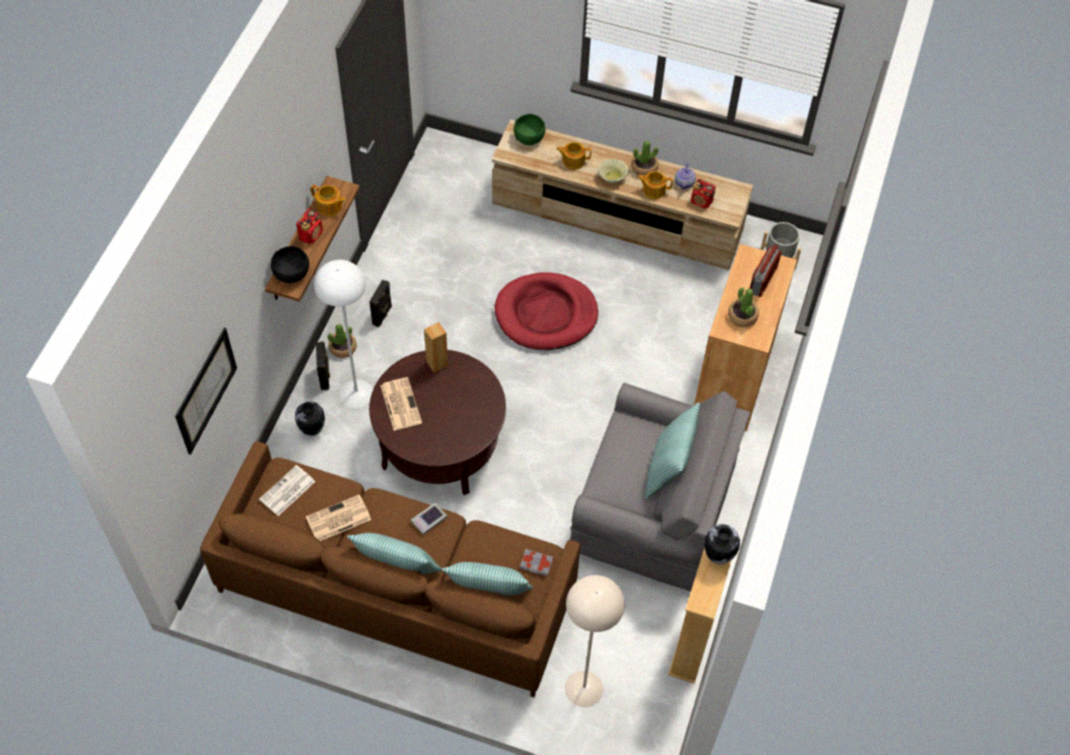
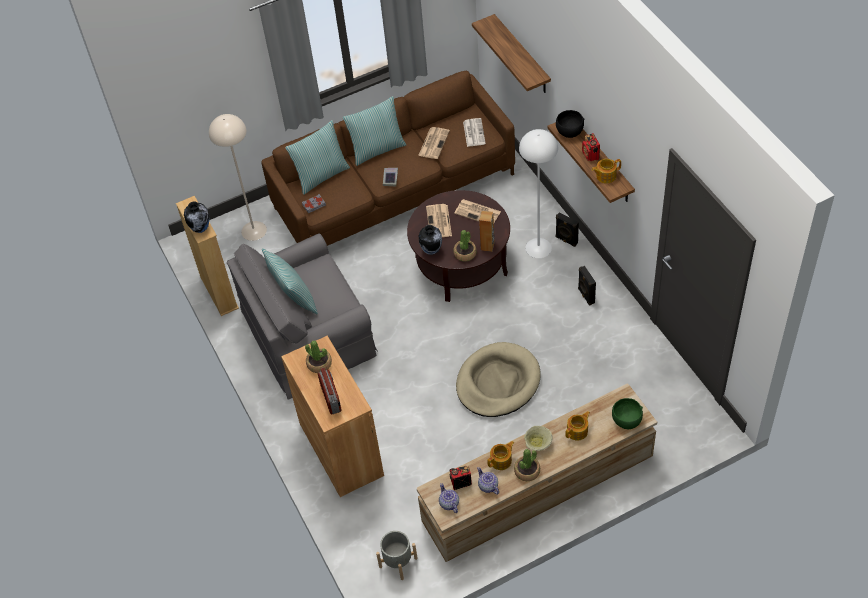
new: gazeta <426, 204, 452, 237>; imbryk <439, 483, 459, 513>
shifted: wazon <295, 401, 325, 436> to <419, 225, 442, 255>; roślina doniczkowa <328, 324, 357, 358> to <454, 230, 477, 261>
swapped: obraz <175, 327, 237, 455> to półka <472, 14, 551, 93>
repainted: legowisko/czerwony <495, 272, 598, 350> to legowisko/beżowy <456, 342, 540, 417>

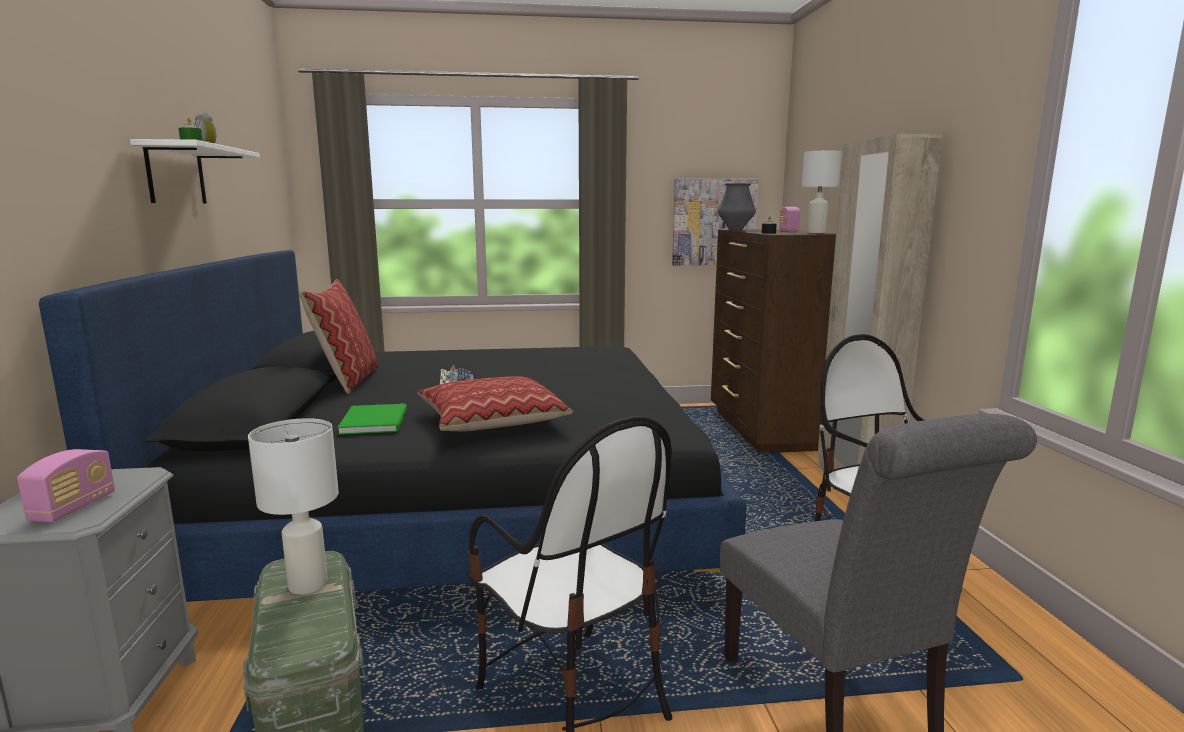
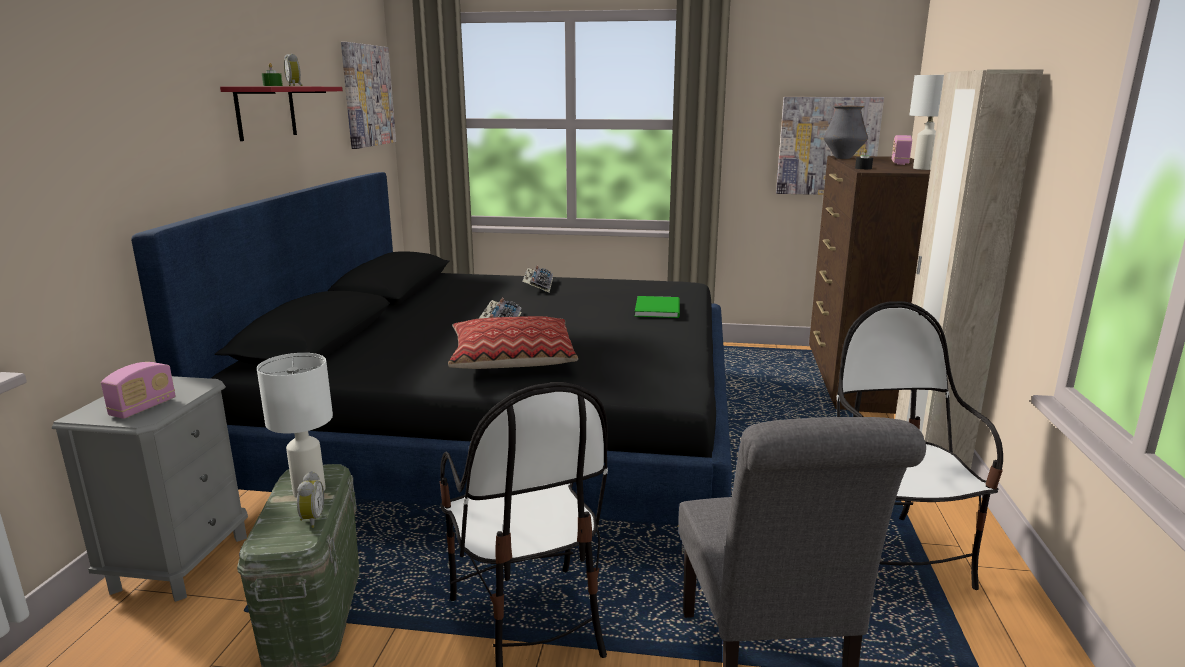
gone: poduszka <299, 279, 378, 394>
new: budzik <297, 471, 324, 528>; obraz <341, 42, 396, 149>; klawiatura <522, 266, 553, 292>
shifted: książka/zielony <337, 404, 407, 435> to <635, 296, 680, 318>
repainted: półka/biały <130, 139, 260, 204> to półka/czerwony <220, 87, 343, 141>

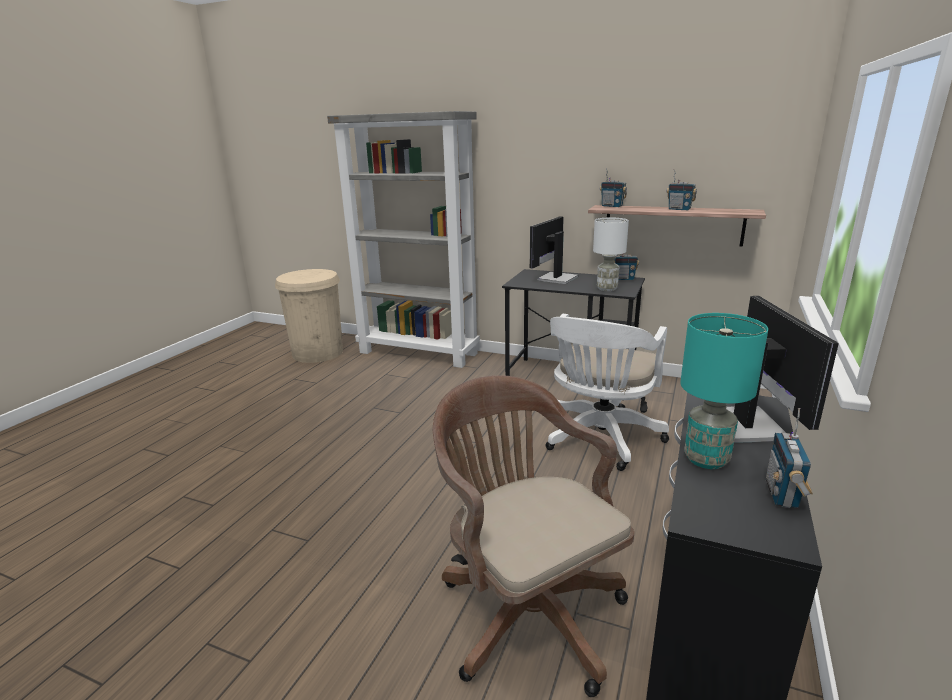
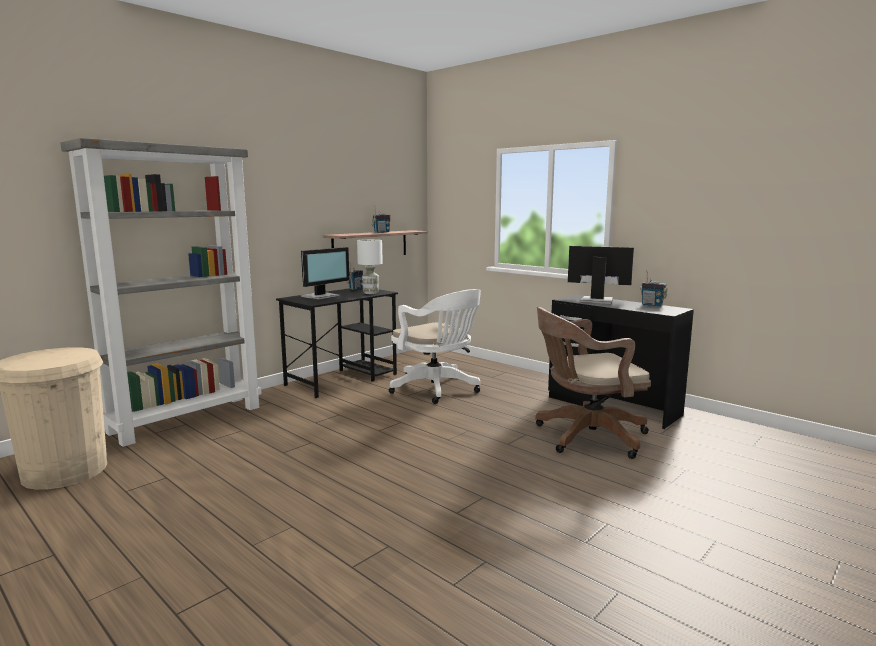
gone: radio <600, 168, 627, 207>; lampa stołowa/turkusowy <680, 313, 768, 469>
rotated: monitor <530, 216, 578, 284> = <301, 247, 350, 300> 105 degrees counterclockwise

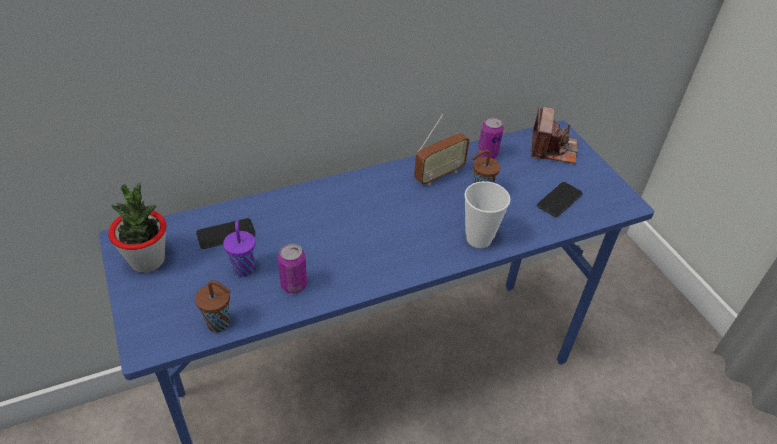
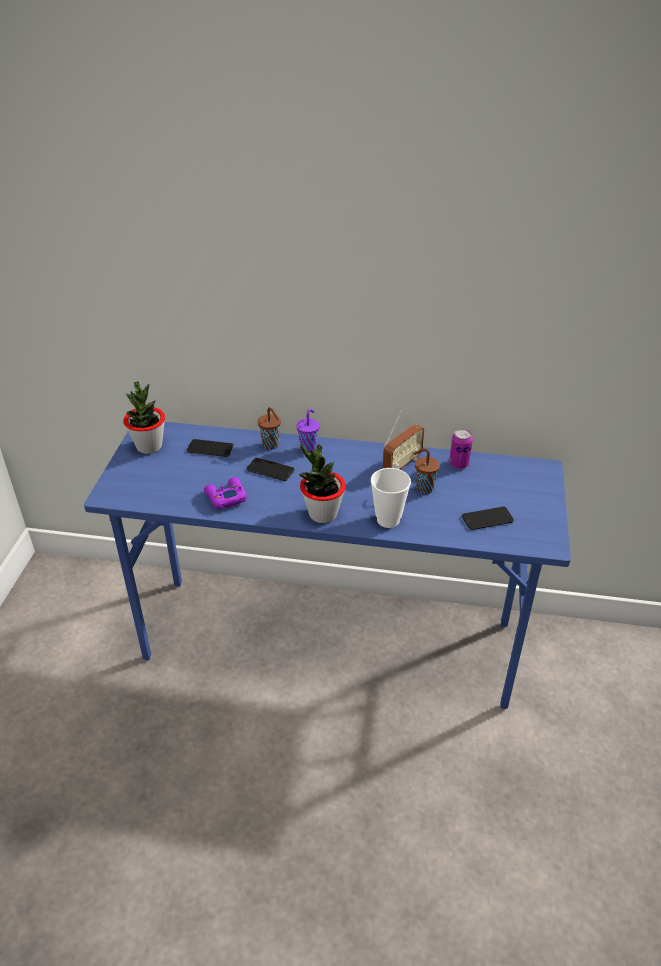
gone: aparat fotograficzny <531, 107, 578, 164>
new: telefon <247, 458, 295, 481>; roślina doniczkowa <299, 444, 346, 523>
shifted: filiżanka/brązowy <195, 280, 231, 333> to <258, 407, 281, 450>; filiżanka/fioletowy <223, 220, 255, 277> to <296, 408, 320, 453>
swapped: puszka <278, 243, 307, 293> to pad do gier/fioletowy <204, 477, 247, 509>
rotated: radio <414, 114, 470, 186> = <383, 409, 425, 469> 45 degrees counterclockwise

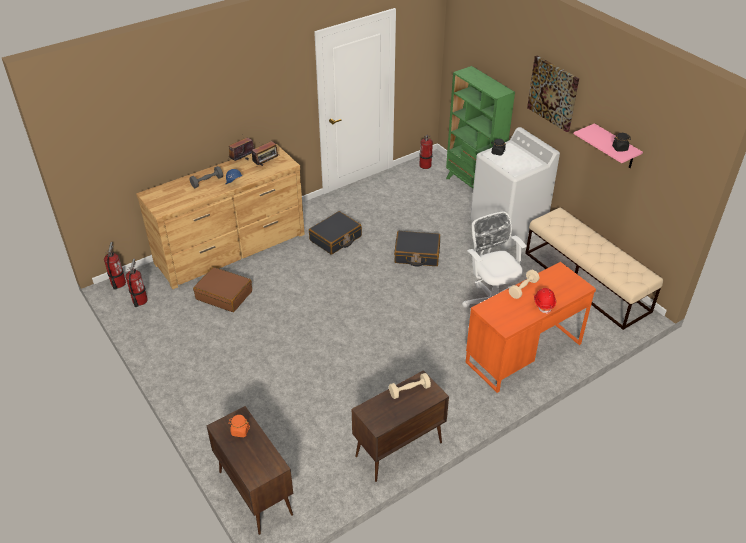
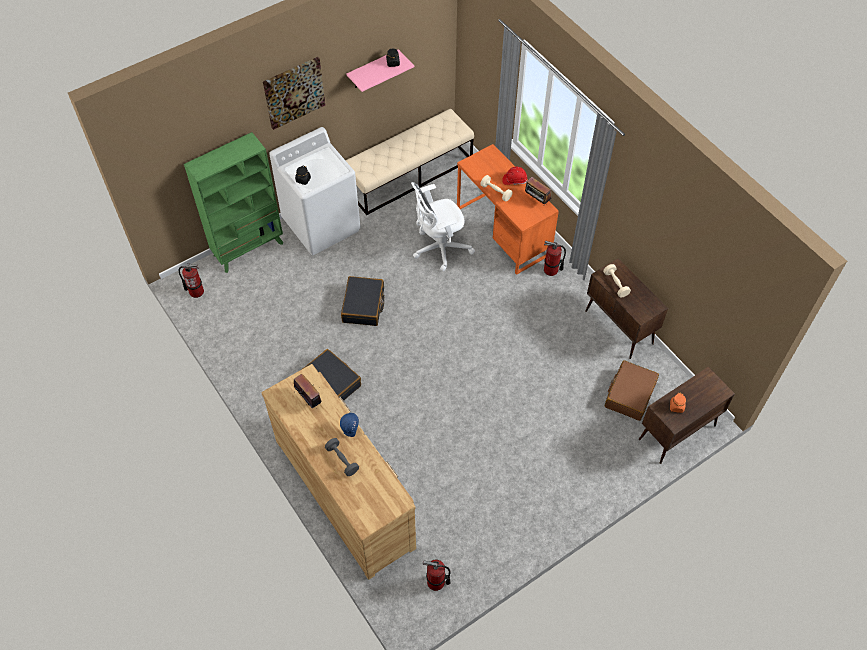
shifted: radio <229, 137, 254, 161> to <525, 177, 551, 205>; gaśnica <104, 242, 126, 290> to <544, 241, 566, 276>; walizka/brązowy <193, 267, 252, 312> to <605, 360, 659, 421>

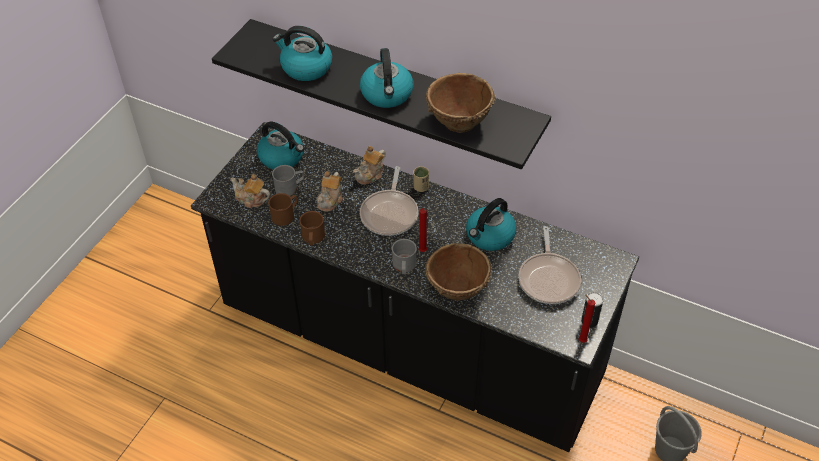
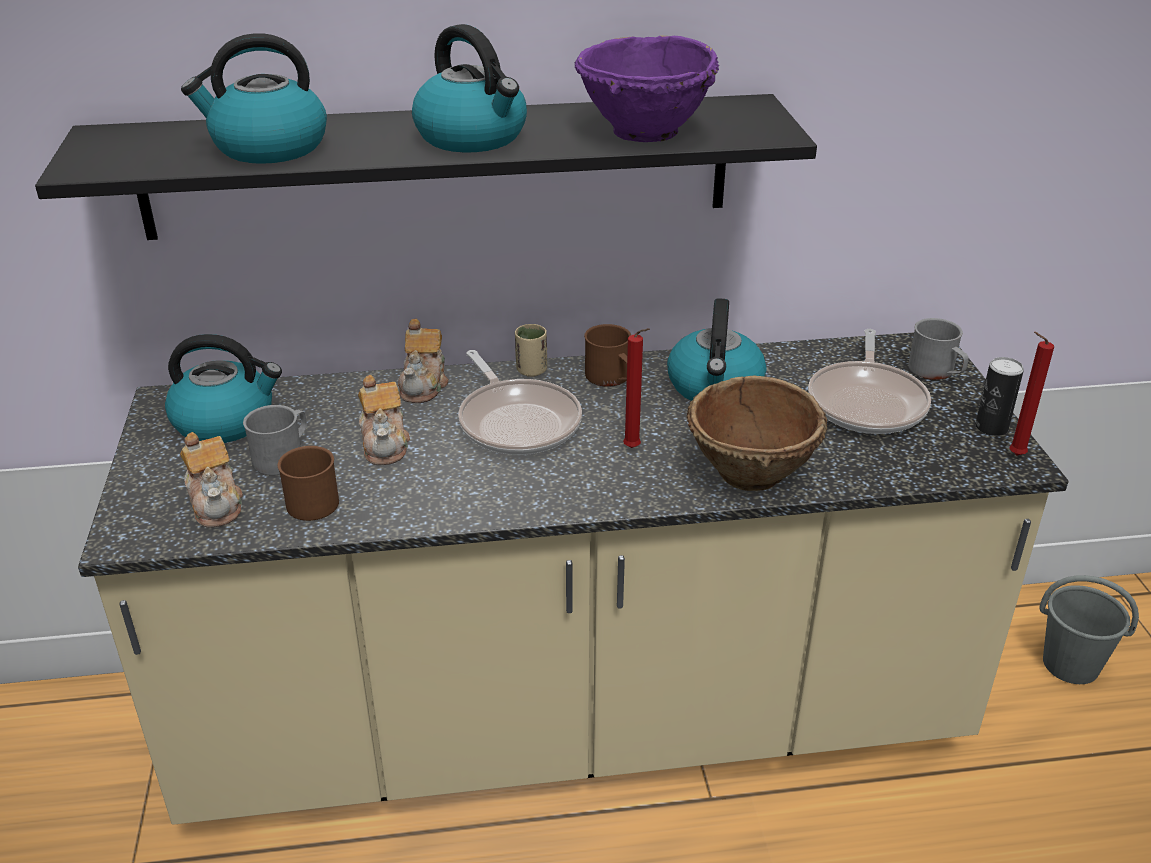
shifted: kubek/brązowy <299, 211, 325, 245> to <584, 324, 631, 387>; kubek/szary <392, 239, 417, 274> to <908, 318, 969, 380>
repainted: zabudowa kuchenna/czarny <191, 122, 639, 452> to zabudowa kuchenna/beżowy <78, 332, 1069, 825>; miska/brązowy <426, 73, 496, 133> to miska/fioletowy <575, 36, 719, 142>
rotated: imbryk <230, 174, 270, 208> = <180, 432, 243, 528> 105 degrees counterclockwise; patelnia <518, 226, 581, 304> = <808, 329, 931, 434> 45 degrees clockwise

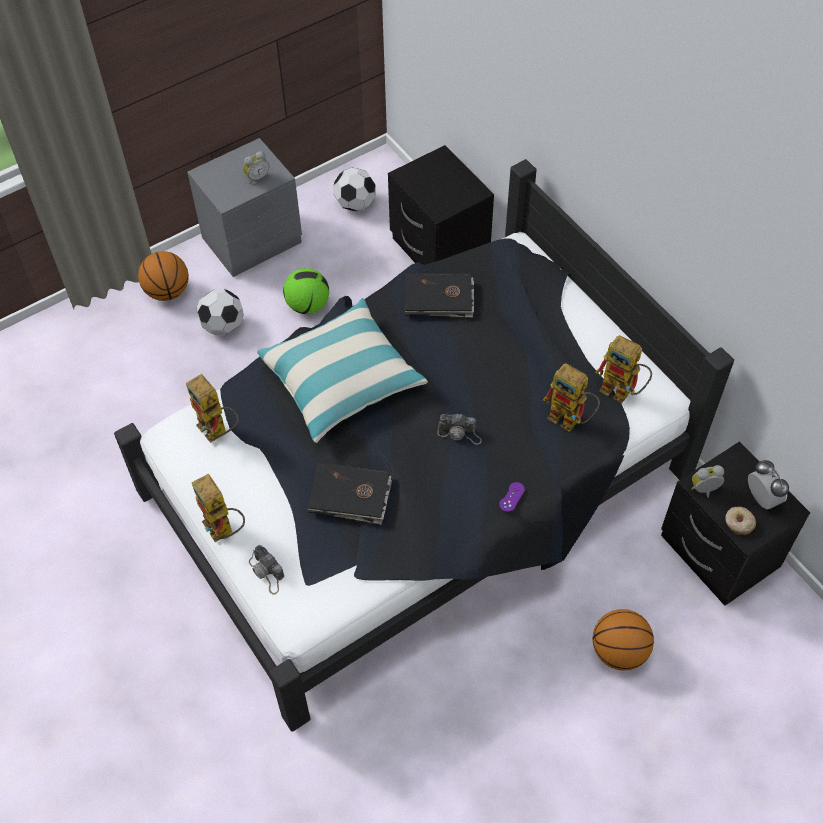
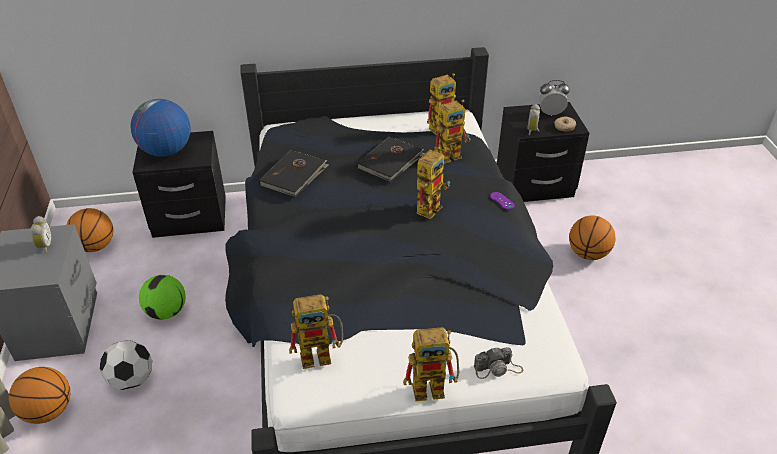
gone: poduszka <257, 298, 428, 443>
new: globus <130, 99, 191, 157>
shifted: książka/czarny <307, 463, 392, 525> to <357, 136, 425, 183>
swapped: piłka futbolowa <333, 168, 376, 212> to piłka do koszykówki <67, 208, 113, 252>; aparat fotograficzny <437, 413, 482, 445> to robot zabawkowy <416, 147, 450, 219>

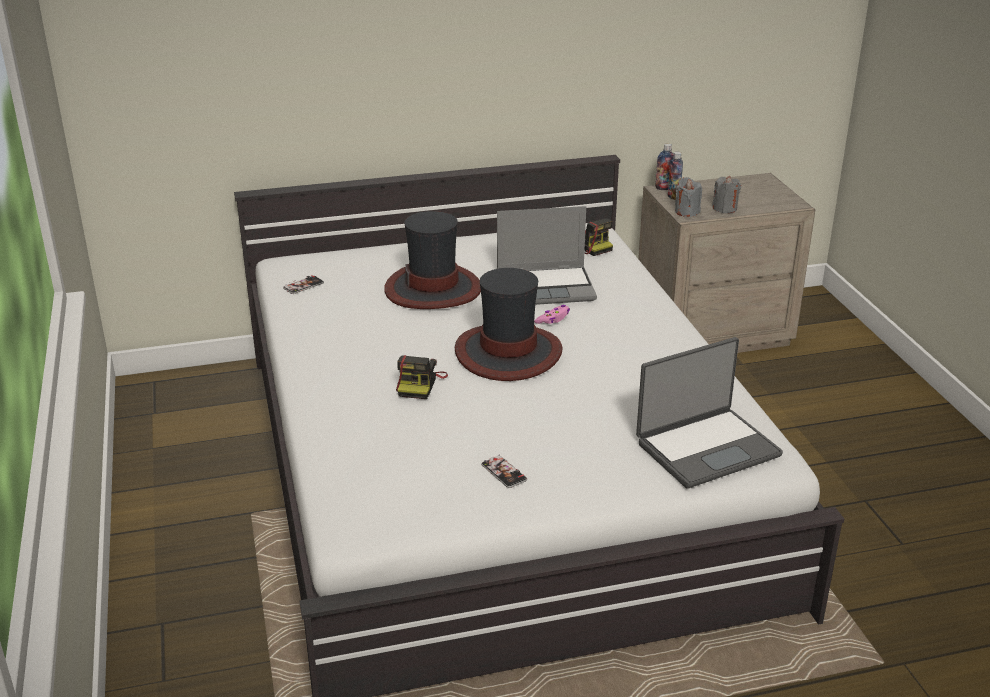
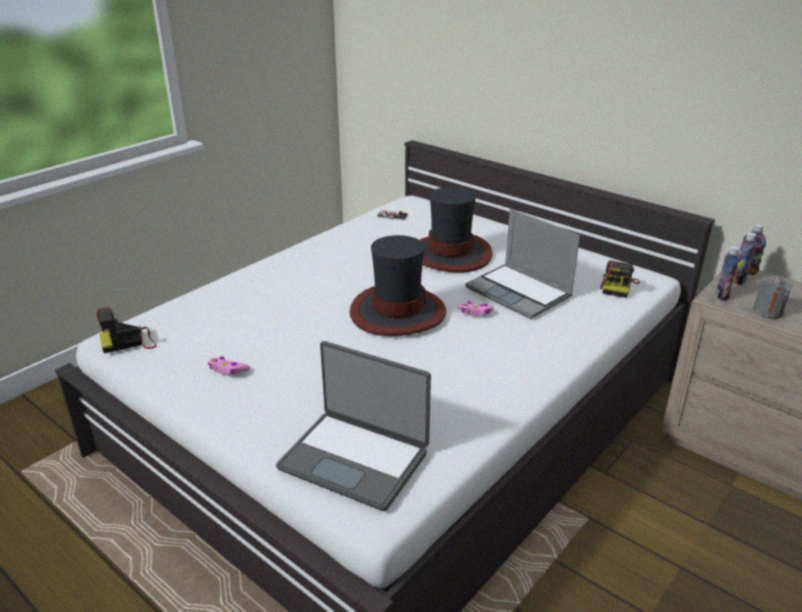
shifted: aparat fotograficzny <396, 355, 448, 399> to <97, 307, 156, 353>
swapped: telefon <481, 455, 527, 488> to pad do gier/różowy <208, 356, 250, 375>; świeca/szary <675, 177, 702, 217> to butelka <716, 246, 740, 301>

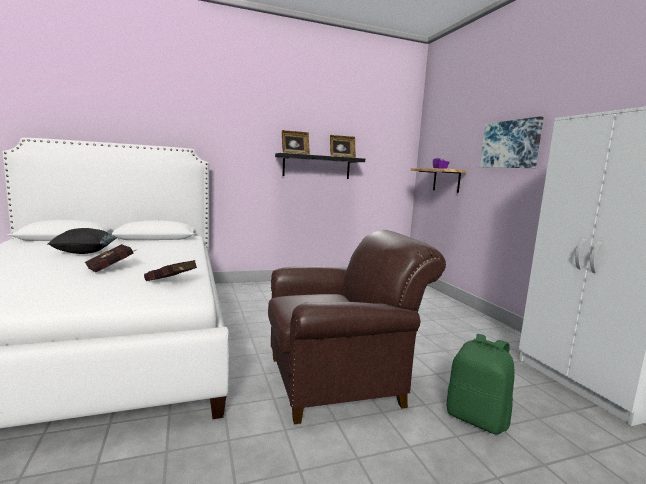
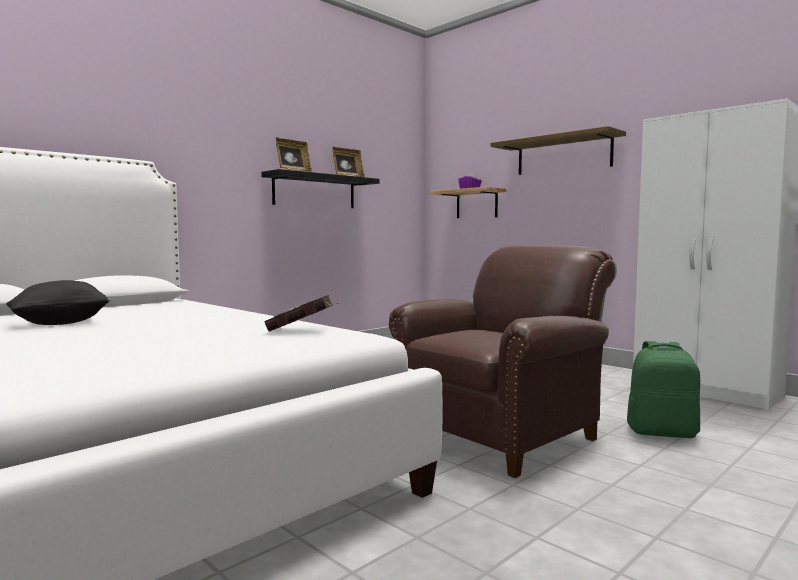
gone: książka/czerwony <85, 244, 137, 272>
swapped: obraz <480, 116, 544, 168> to półka <491, 126, 626, 175>

